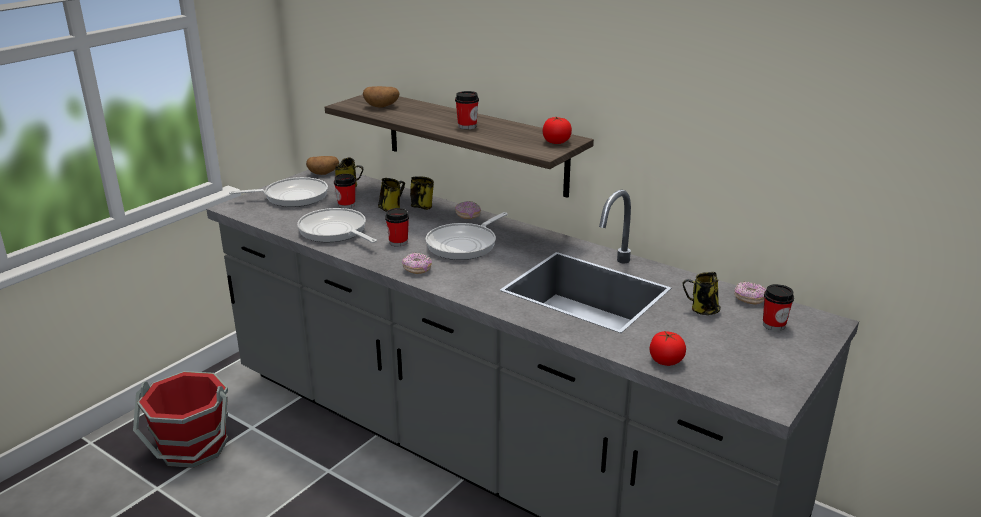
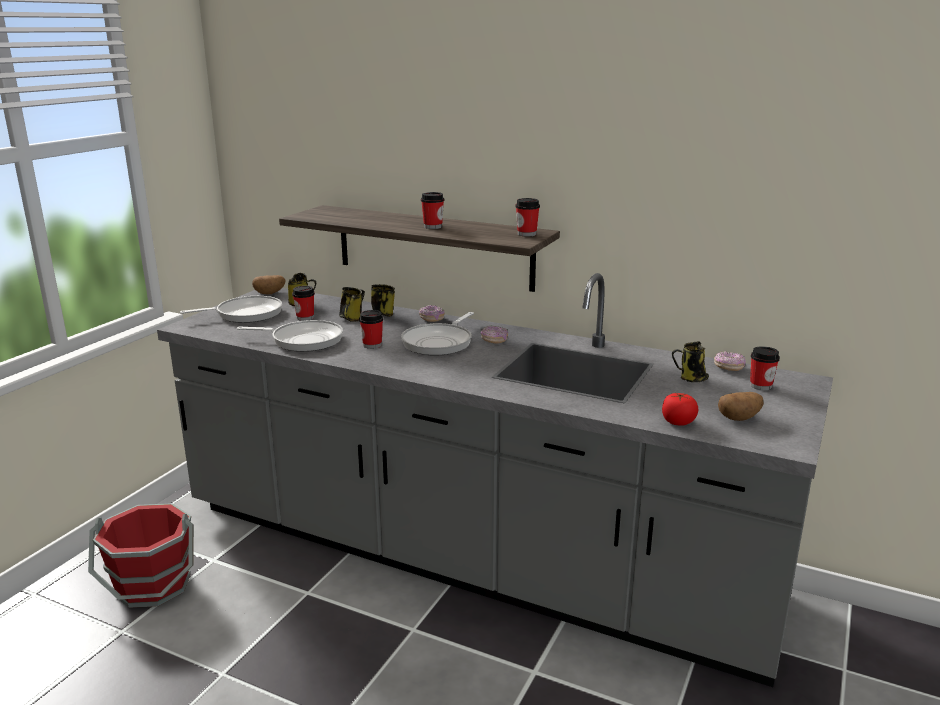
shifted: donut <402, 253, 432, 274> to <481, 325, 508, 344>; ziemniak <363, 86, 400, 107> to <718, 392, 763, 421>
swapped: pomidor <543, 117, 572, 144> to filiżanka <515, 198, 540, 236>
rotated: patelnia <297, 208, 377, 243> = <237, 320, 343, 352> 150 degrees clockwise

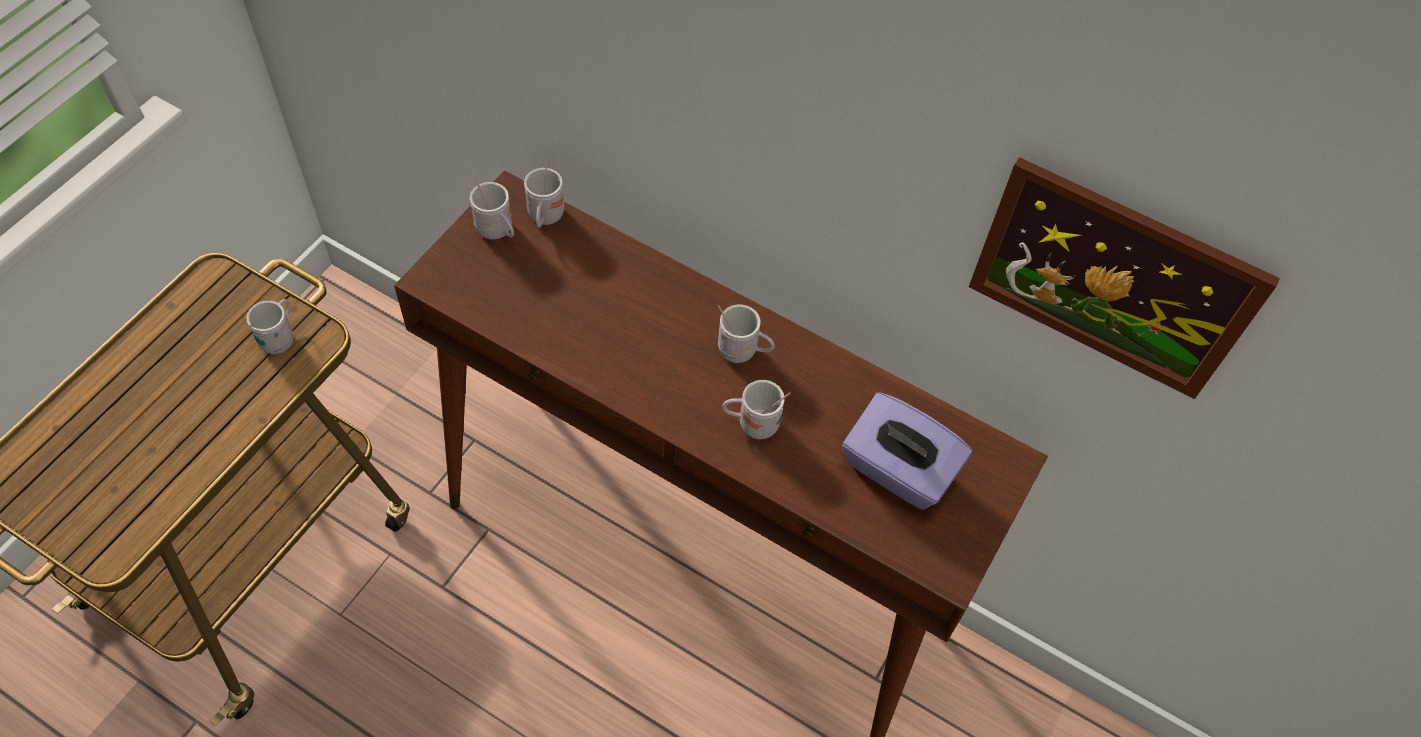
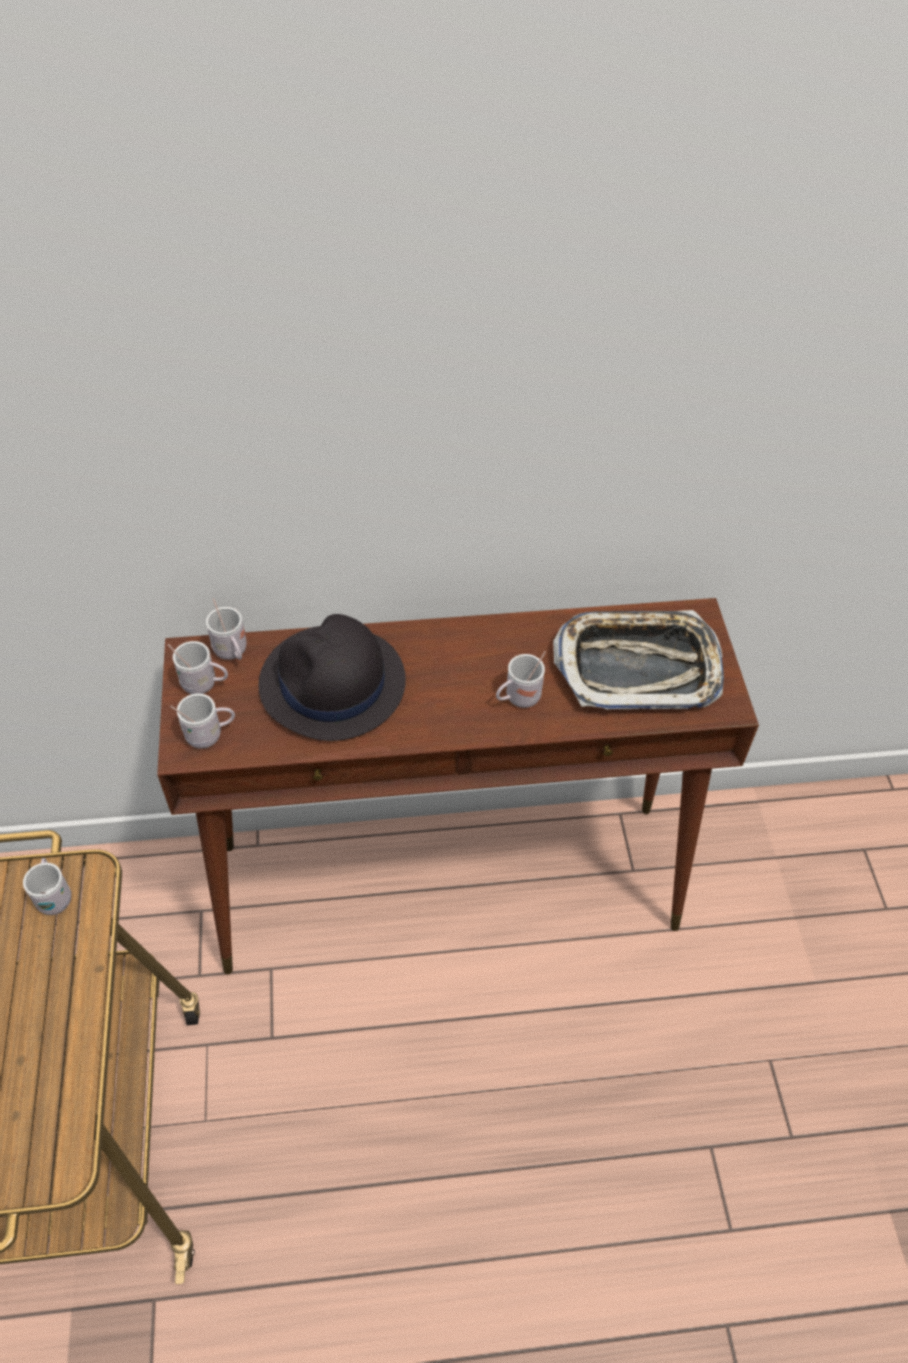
gone: obraz <969, 157, 1280, 399>
new: kapelusz/czarny <259, 614, 406, 741>
shifted: kubek/biały <718, 305, 775, 363> to <170, 693, 235, 749>
swapped: pudełko chusteczek/fioletowy <842, 392, 972, 510> to taca <553, 610, 724, 710>

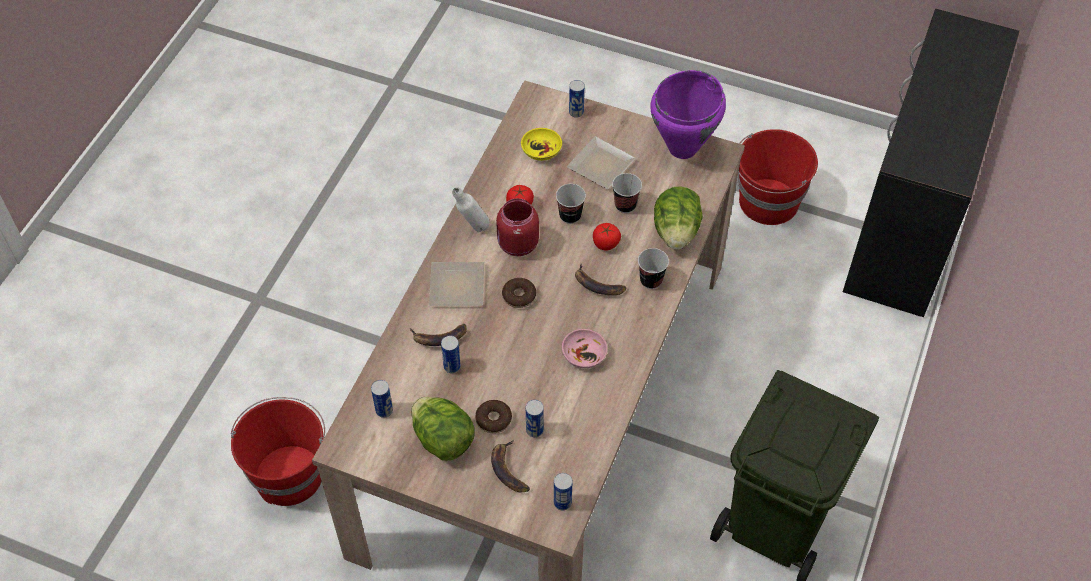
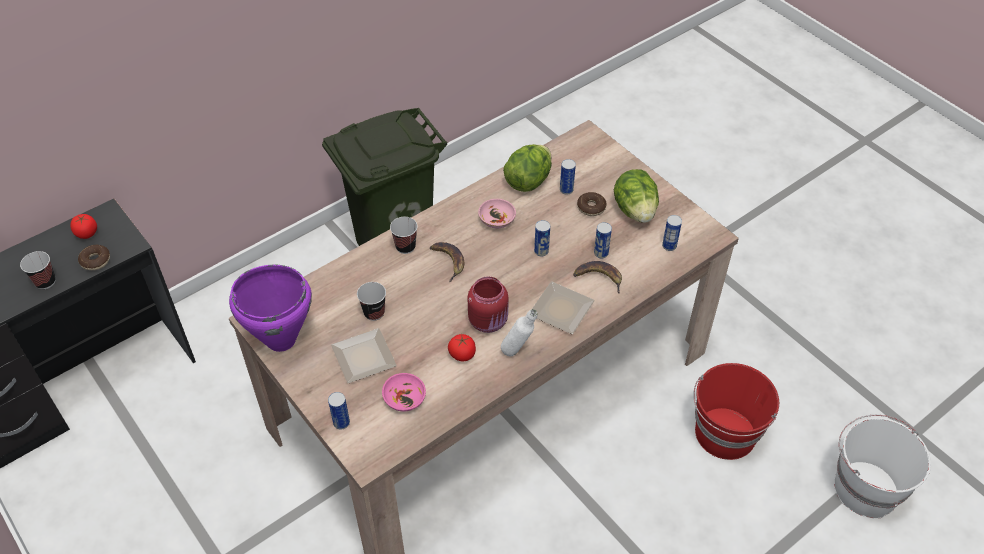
gone: banan <491, 440, 530, 492>; wiadro/czerwony <738, 129, 818, 225>
new: wiadro/biały <834, 415, 931, 519>
shifted: filiżanka <556, 184, 586, 224> to <20, 251, 55, 289>; pomidor <593, 223, 621, 251> to <70, 214, 97, 239>; donut <502, 278, 536, 308> to <78, 245, 110, 270>; sałata <654, 186, 703, 250> to <503, 144, 552, 192>; puszka <554, 473, 572, 510> to <534, 220, 550, 256>
repainted: miska/żółty <521, 128, 562, 161> to miska/różowy <382, 373, 426, 412>

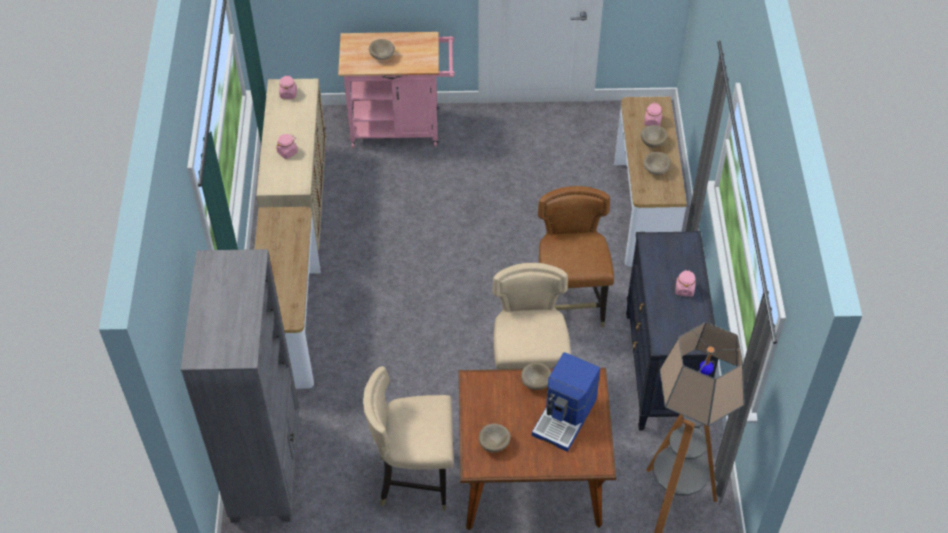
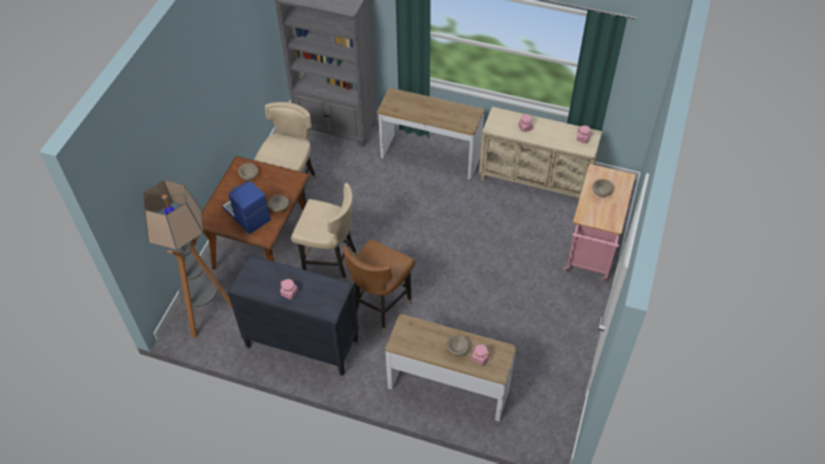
gone: miska/beżowy <643, 152, 671, 175>
rotated: krzesło/brązowy <538, 186, 614, 327> = <343, 239, 415, 333> 105 degrees clockwise

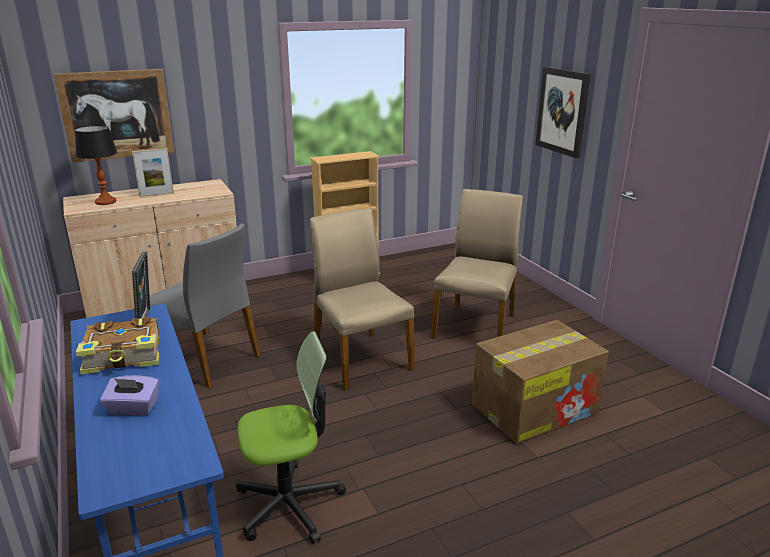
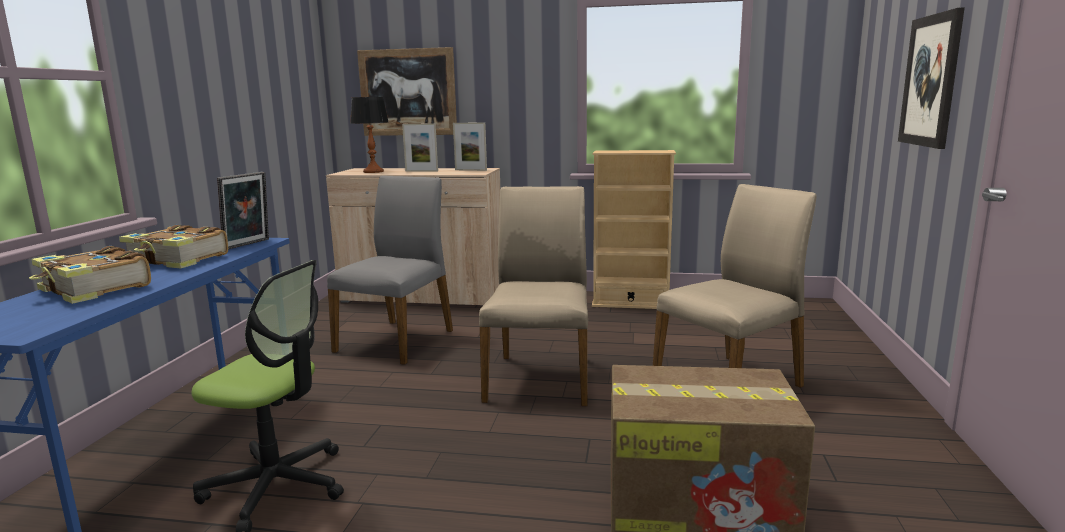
new: ramka na zdjęcie <453, 122, 487, 171>
swapped: pudełko chusteczek/fioletowy <100, 375, 159, 415> to książka <29, 246, 151, 304>
rotated: krzesło/szary <150, 223, 260, 388> = <327, 176, 453, 365> 135 degrees counterclockwise

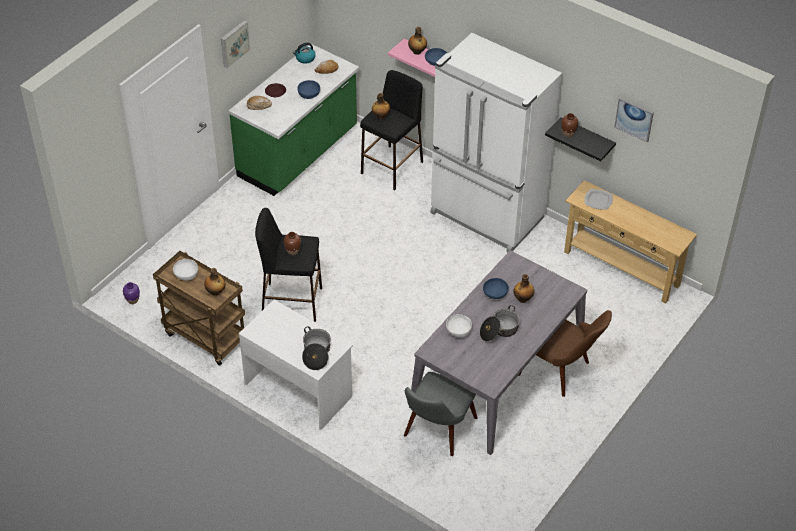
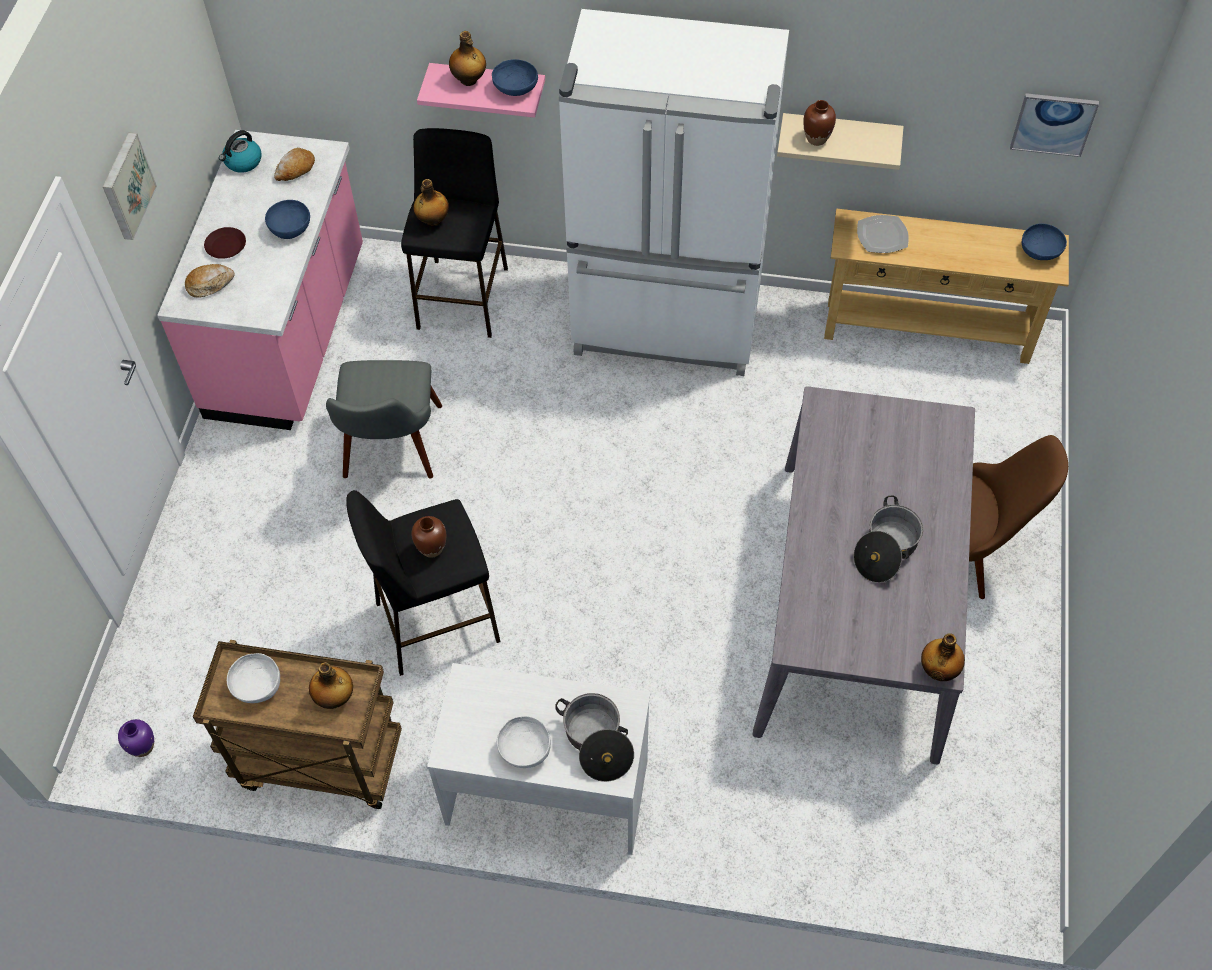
shifted: krzesło/szary <404, 372, 478, 456> to <326, 360, 442, 478>; miska/biały <446, 314, 472, 337> to <497, 716, 551, 768>; butelka <513, 274, 534, 303> to <921, 633, 965, 681>; obraz <614, 98, 654, 142> to <1010, 93, 1099, 157>; miska/niebieski <483, 278, 509, 299> to <1022, 223, 1067, 260>
repainted: zabudowa kuchenna/zielony <229, 44, 359, 196> to zabudowa kuchenna/różowy <157, 130, 363, 430>; półka/czarny <545, 117, 616, 162> to półka/beżowy <777, 113, 904, 170>

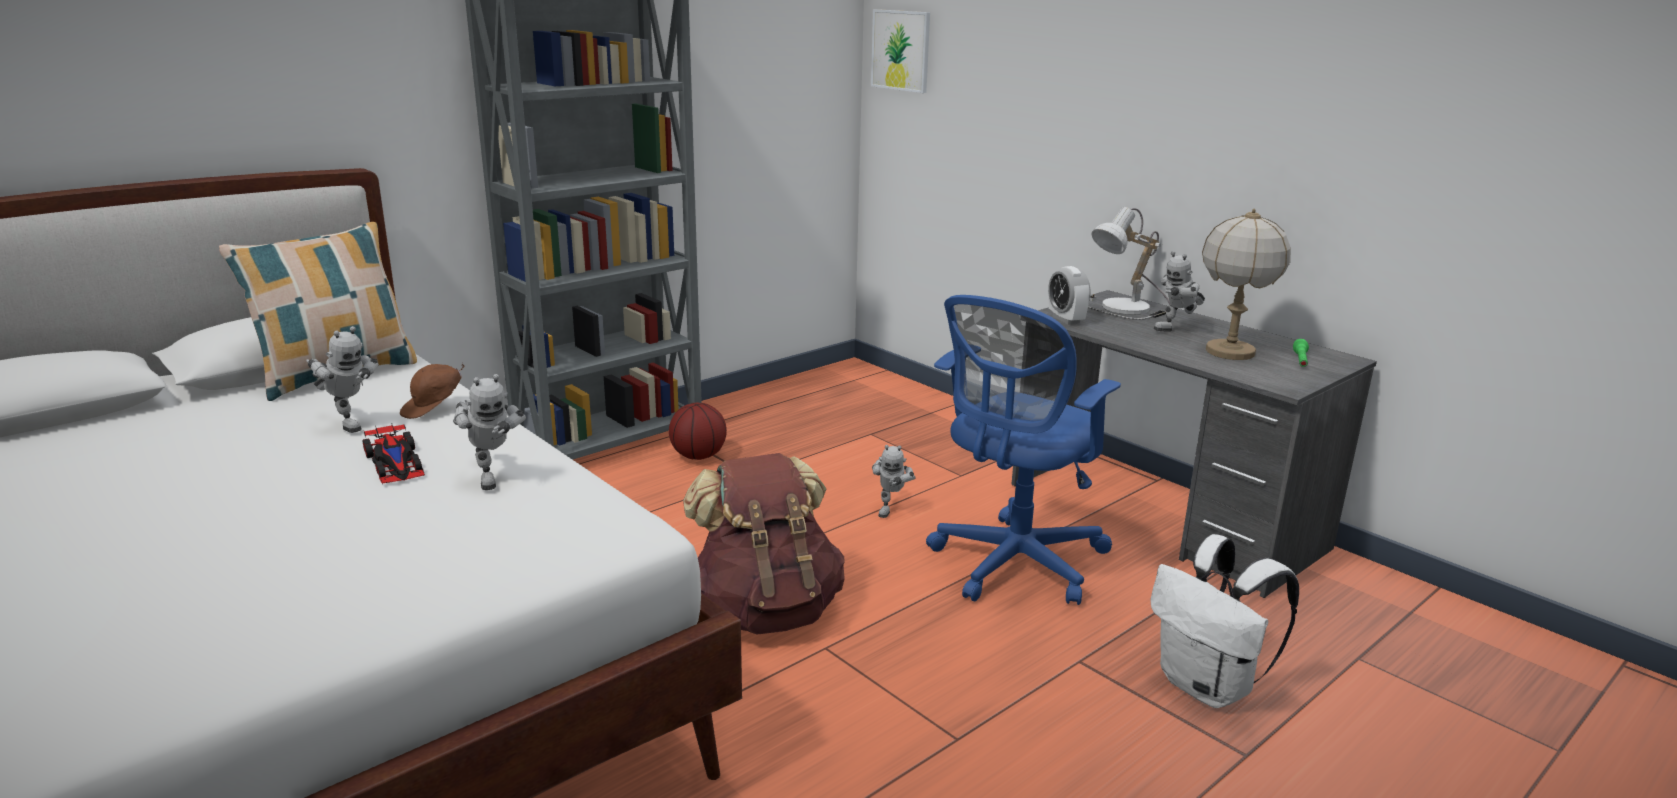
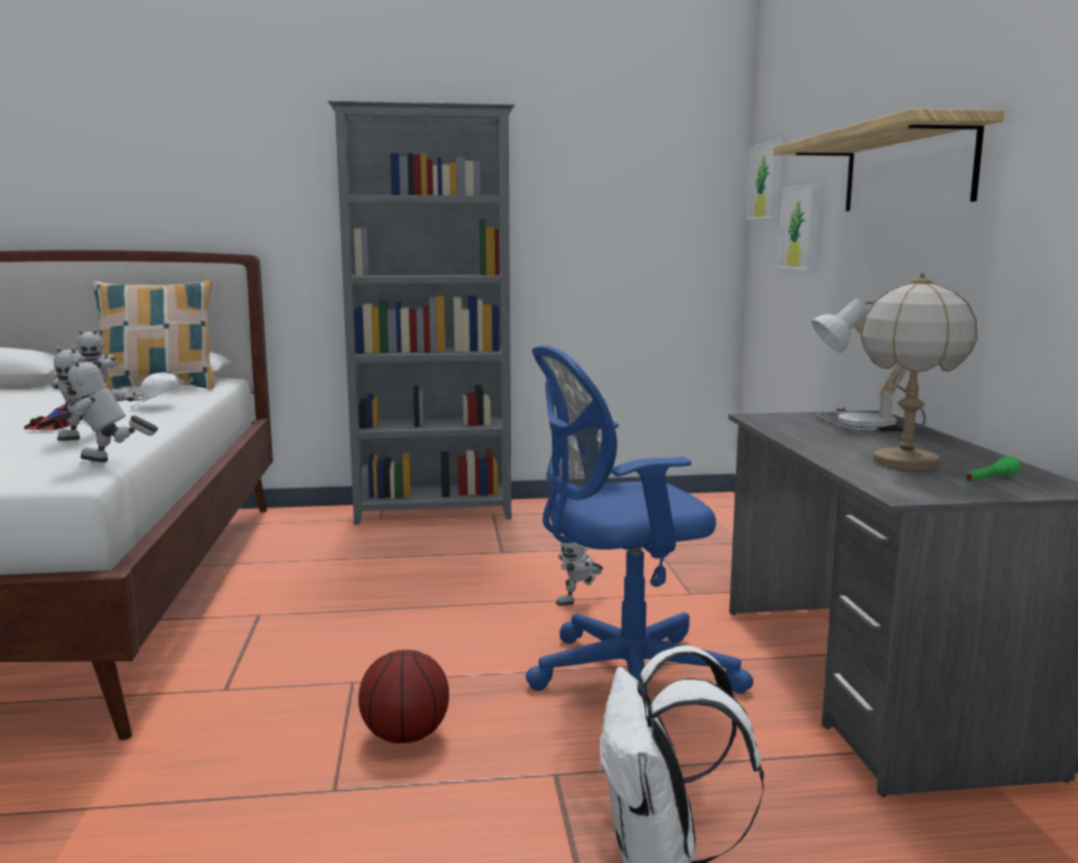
gone: plecak/brązowy <683, 453, 845, 635>; budzik <1048, 266, 1091, 325>
new: półka <773, 109, 1005, 211>; obraz <778, 183, 821, 271>
shifted: robot zabawkowy <1154, 251, 1205, 331> to <62, 356, 158, 462>; piłka do koszykówki <669, 403, 727, 460> to <358, 650, 449, 743>
repainted: czapka z daszkiem/brązowy <400, 363, 465, 419> to czapka z daszkiem/biały <130, 372, 193, 408>

